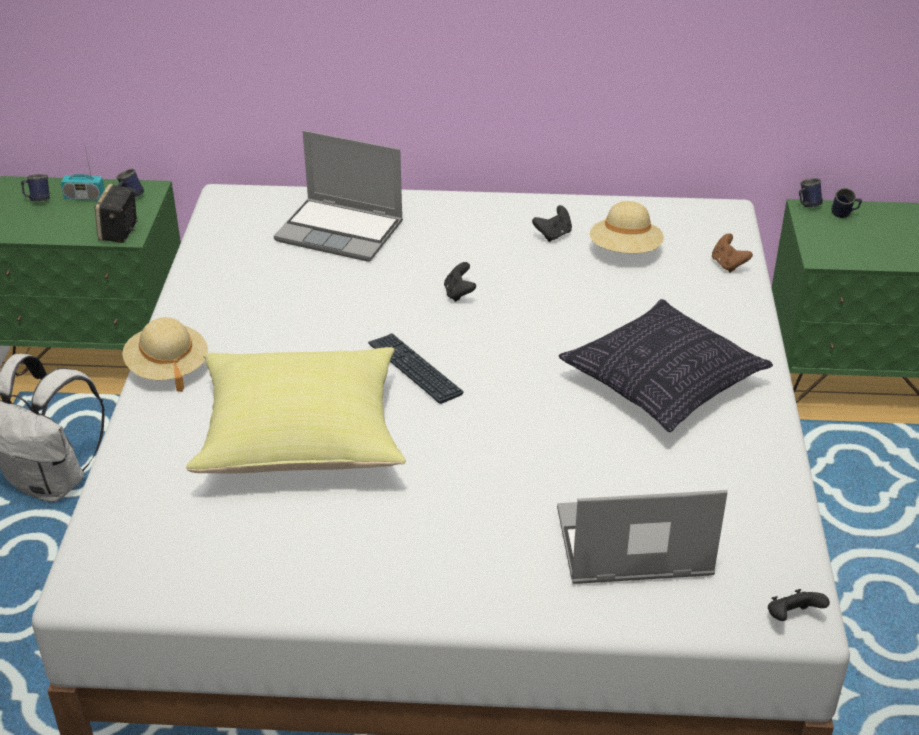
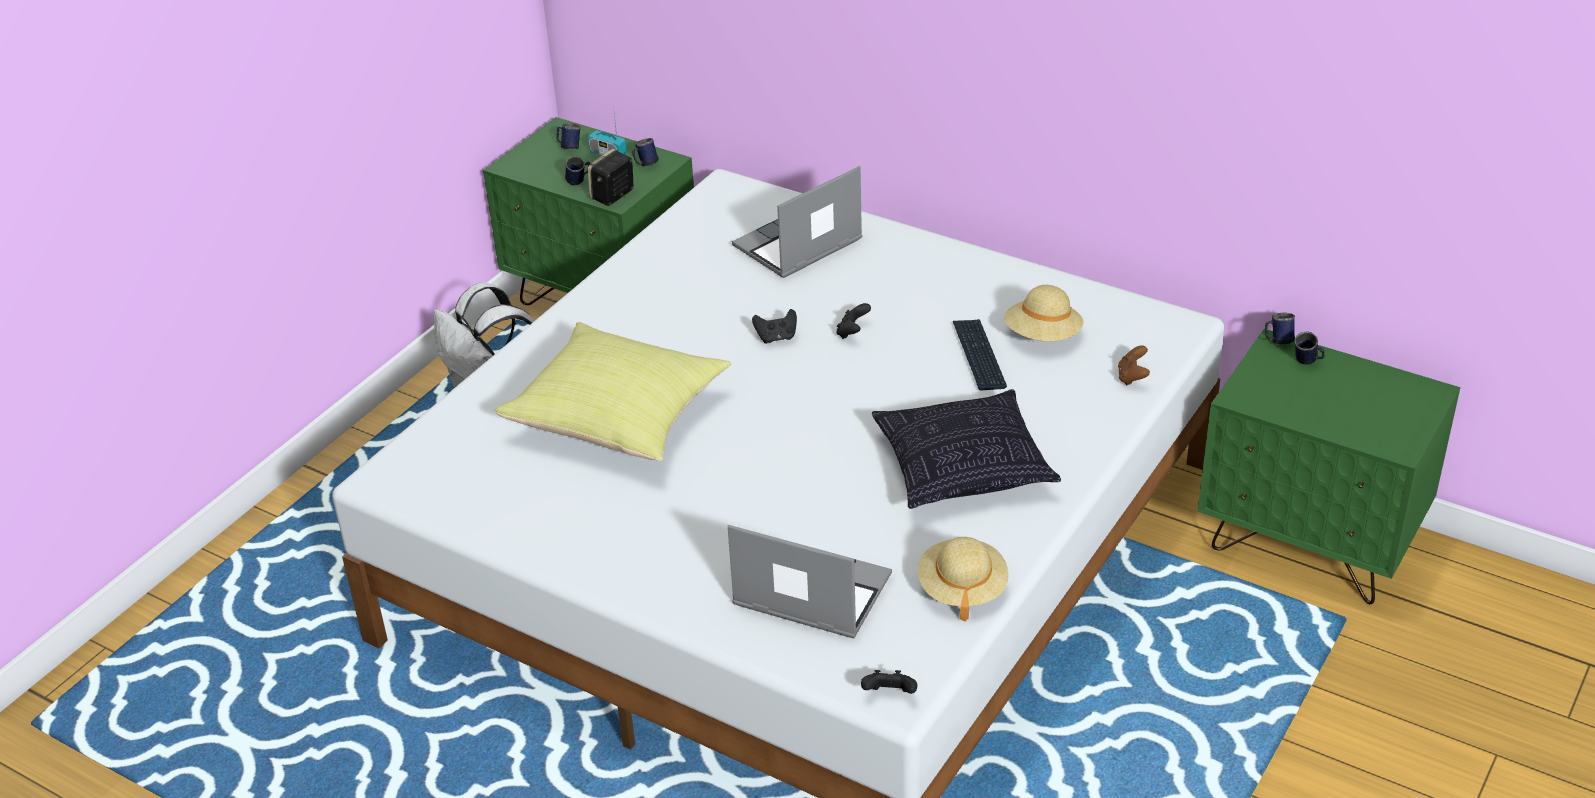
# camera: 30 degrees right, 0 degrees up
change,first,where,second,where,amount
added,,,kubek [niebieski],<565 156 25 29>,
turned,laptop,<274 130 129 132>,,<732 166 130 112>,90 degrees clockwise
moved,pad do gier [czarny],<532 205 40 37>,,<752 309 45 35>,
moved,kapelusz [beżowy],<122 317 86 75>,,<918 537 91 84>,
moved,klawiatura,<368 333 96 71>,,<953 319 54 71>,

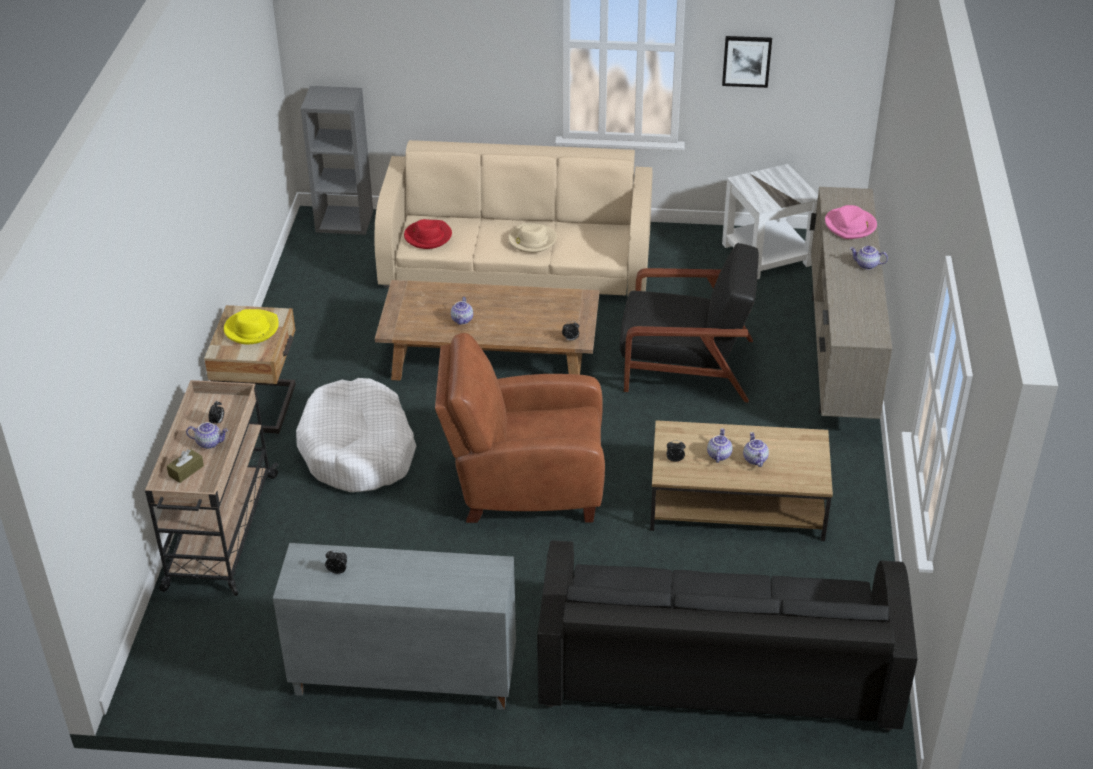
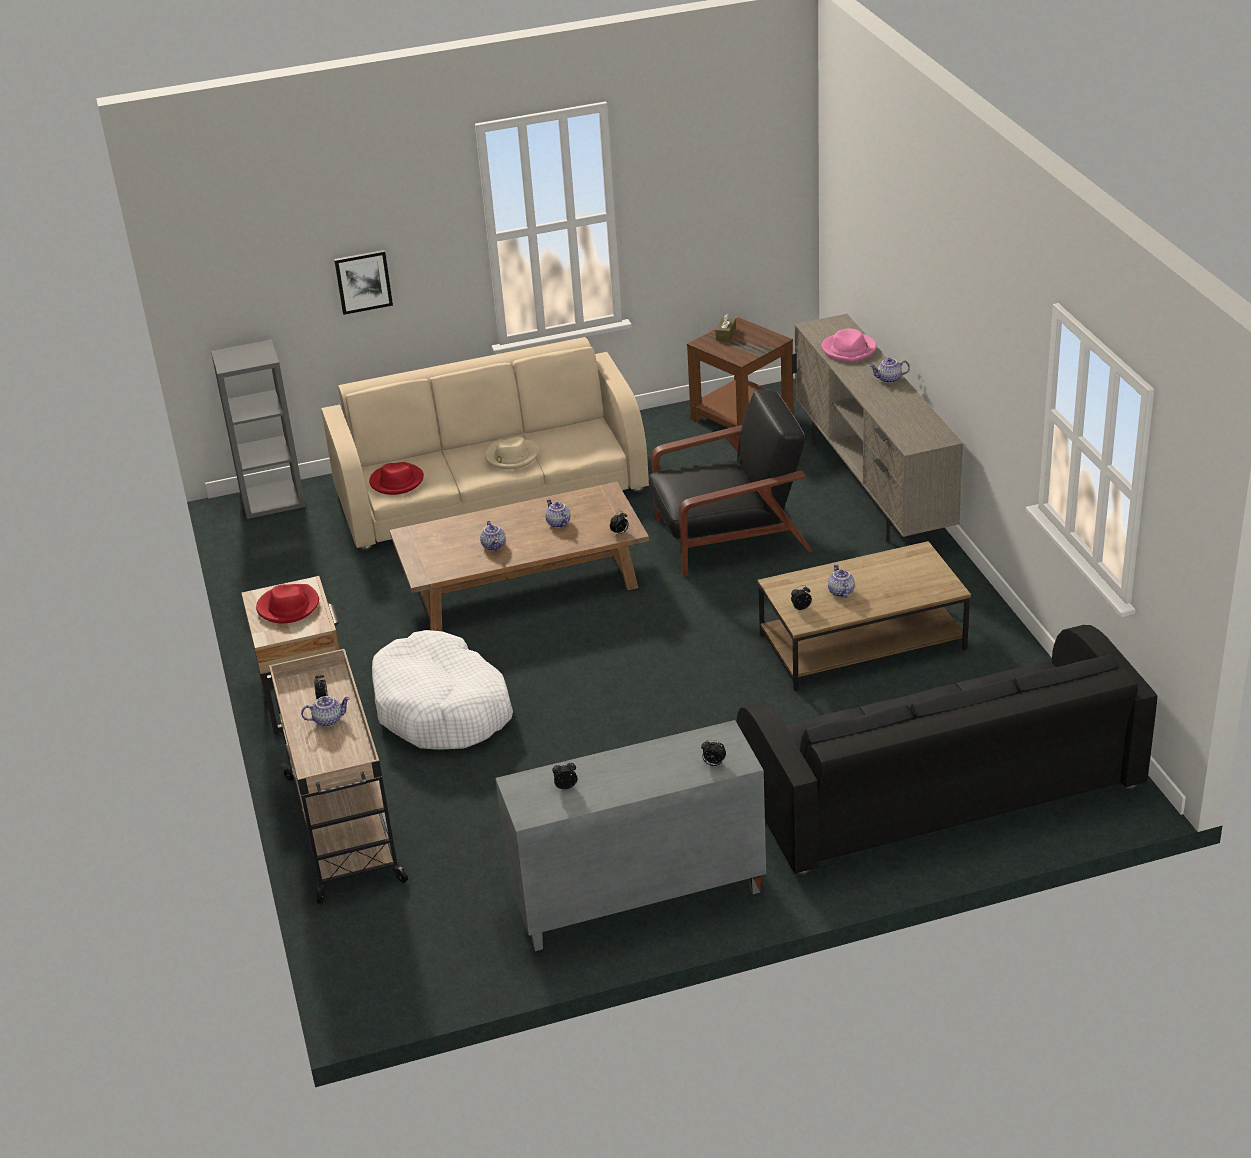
# camera: 20 degrees left, 5 degrees down
change,first,where,second,where,amount
recoloured,kapelusz [żółty],<224 309 55 35>,kapelusz [czerwony],<256 584 63 39>,
moved,obraz,<722 36 50 52>,,<334 250 59 65>,
moved,imbryk,<743 432 26 35>,,<545 499 25 29>,
recoloured,stolik [biały],<722 164 96 115>,stolik [brązowy],<687 317 107 111>,
added,,,budzik,<701 740 25 26>,
moved,pudełko chusteczek [brązowy],<167 449 37 34>,,<715 314 21 28>,
removed,fotel [brązowy],<435 333 170 190>,,,

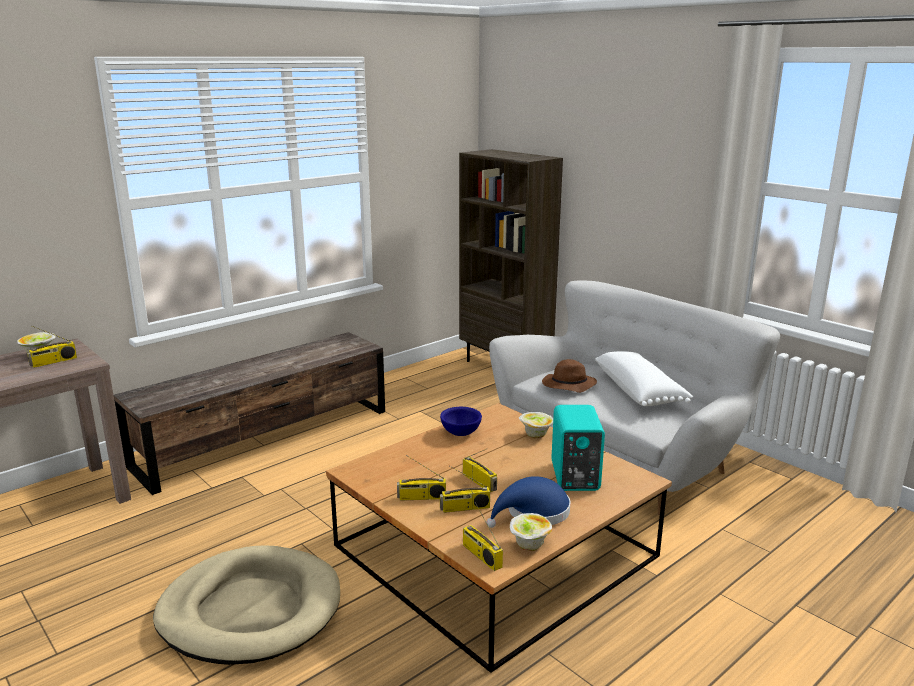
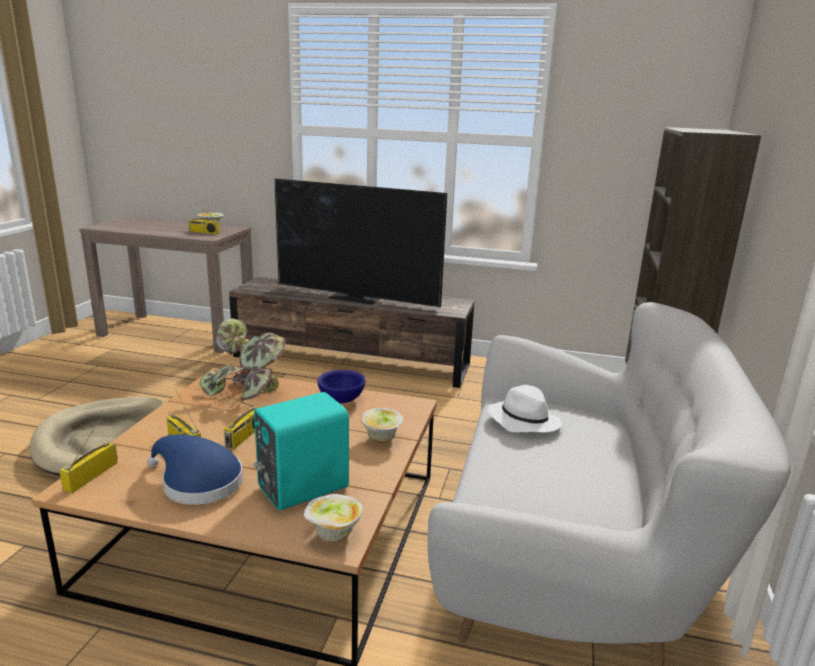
# camera: 55 degrees right, 0 degrees up
change,first,where,second,where,amount
added,,,roślina doniczkowa,<199 319 87 82>,
added,,,telewizor,<274 178 173 129>,
moved,miska,<510 513 42 38>,,<304 494 59 49>,
recoloured,kapelusz [brązowy],<542 359 55 34>,kapelusz [biały],<488 385 74 48>,
removed,radio,<397 455 49 46>,,,
removed,poduszka [biały],<595 351 98 55>,,,

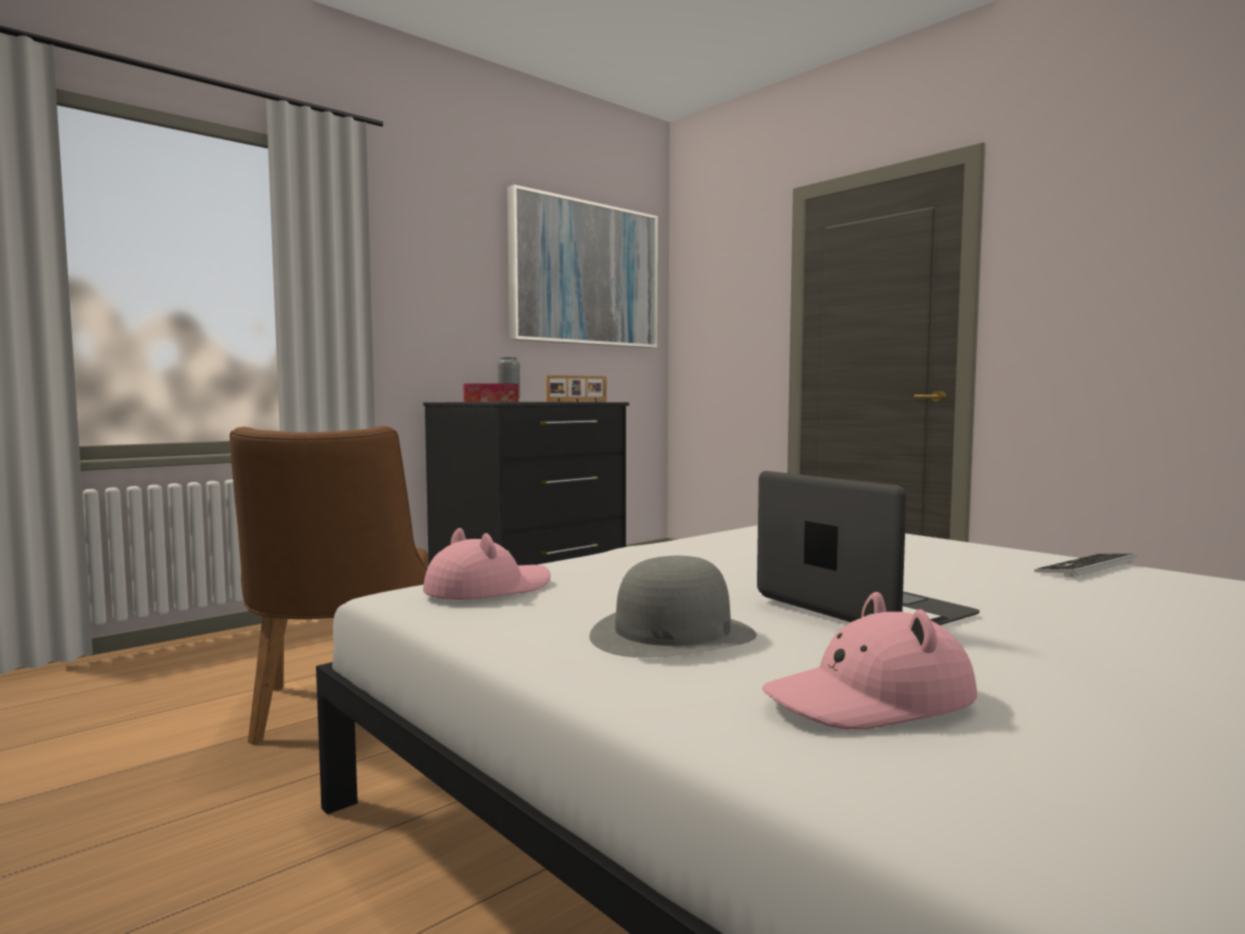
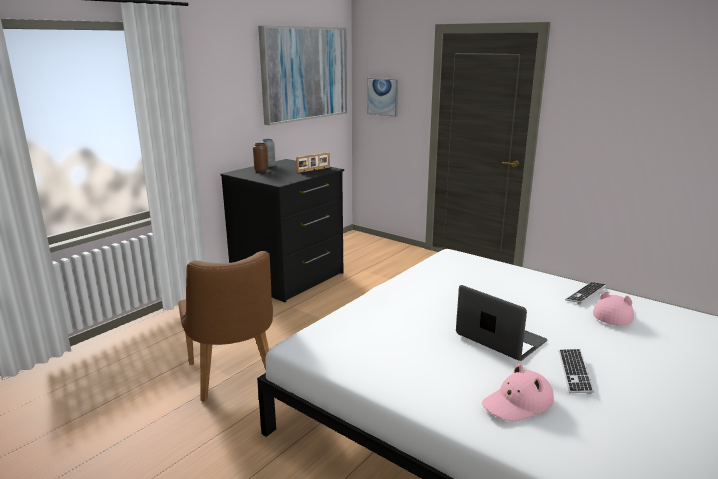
# camera: 10 degrees left, 15 degrees up
change,first,where,second,where,amount
replaced,pudełko chusteczek,<463 383 56 19>,wazon [brązowy],<253 143 15 29>,
added,,,obraz,<367 78 31 39>,
added,,,klawiatura,<559 349 35 45>,
moved,kapelusz [różowy],<423 528 128 72>,,<593 291 41 34>,
removed,kapelusz [szary],<589 556 168 102>,,,

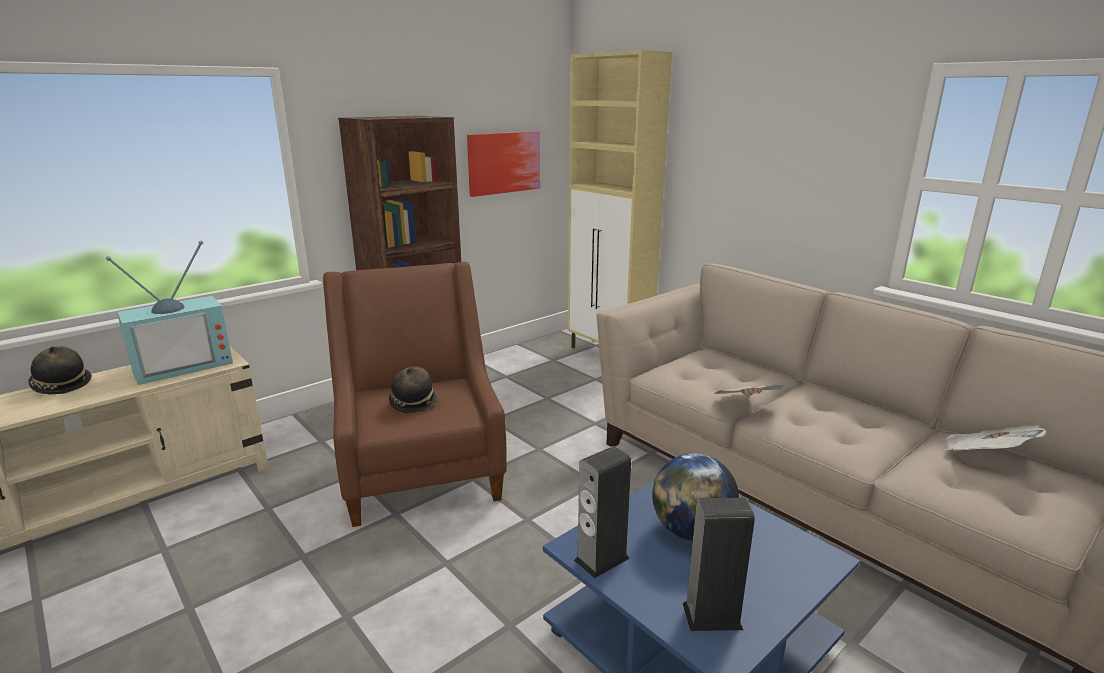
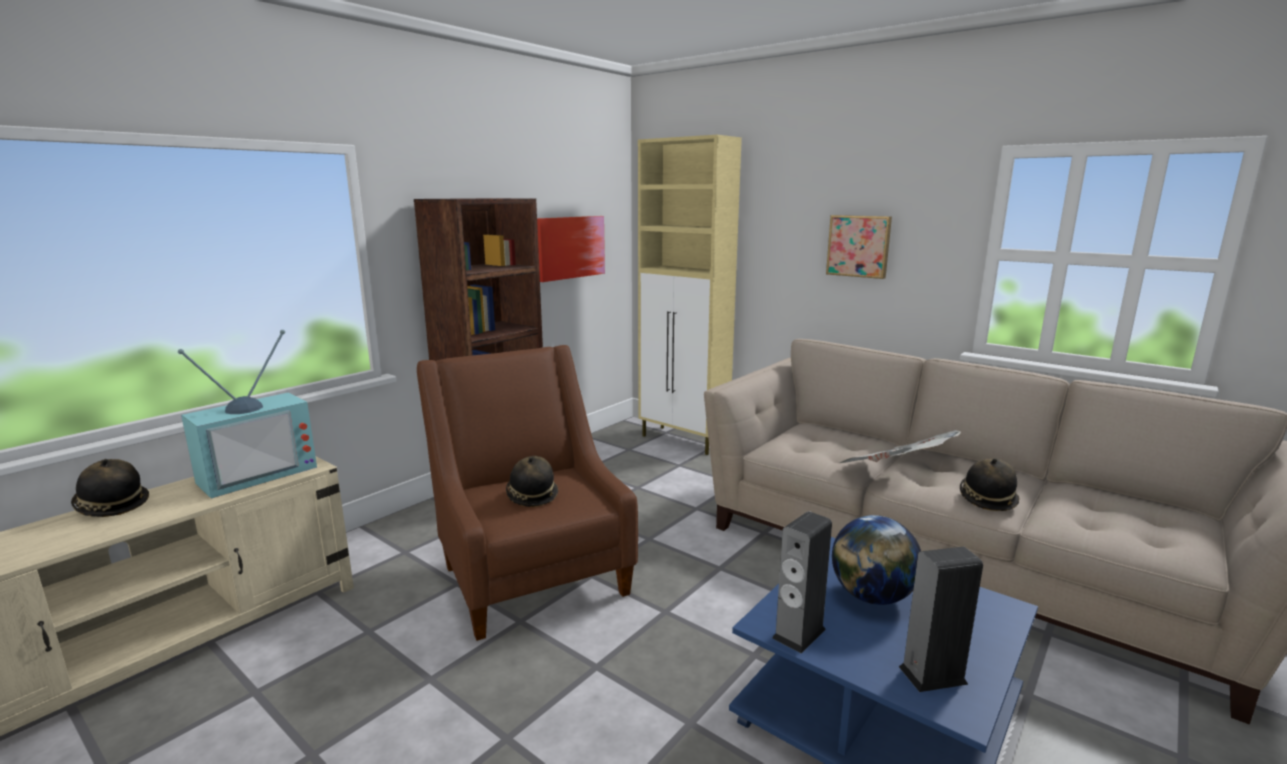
# camera: 10 degrees left, 5 degrees down
change,first,where,second,where,amount
added,,,obraz,<826 215 66 64>,
moved,gazeta,<943 425 103 25>,,<890 430 71 27>,
added,,,kapelusz,<960 458 60 53>,

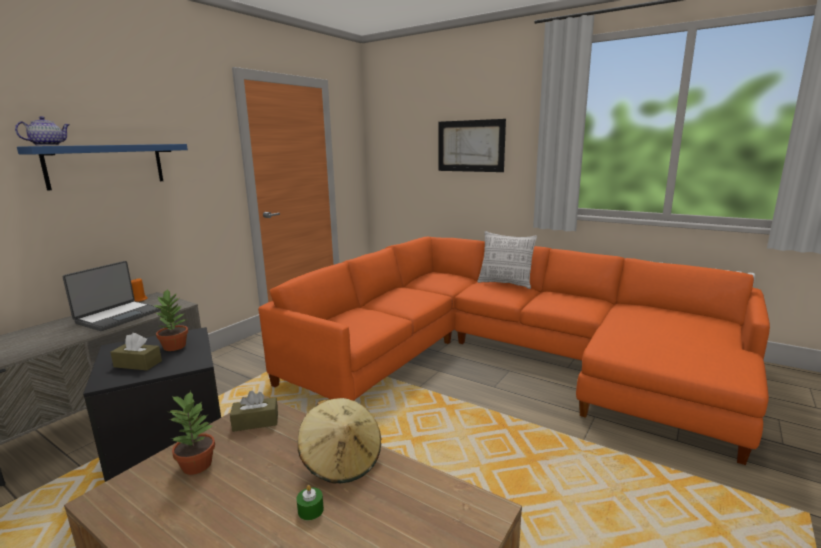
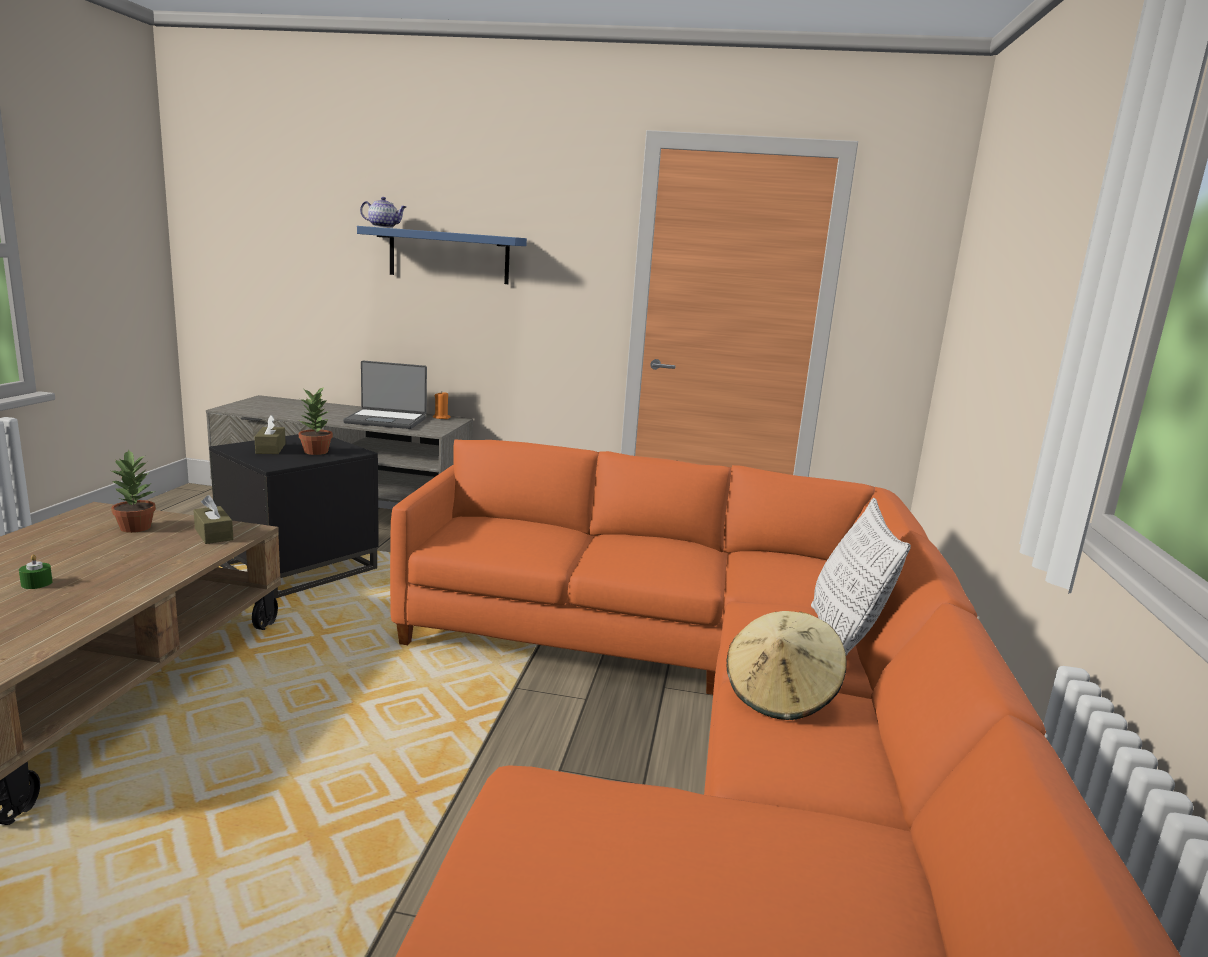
# camera: 65 degrees right, 0 degrees up
change,first,where,second,where,amount
moved,kapelusz [beżowy],<298 398 84 85>,,<726 611 121 109>,
removed,obraz,<439 119 67 53>,,,

